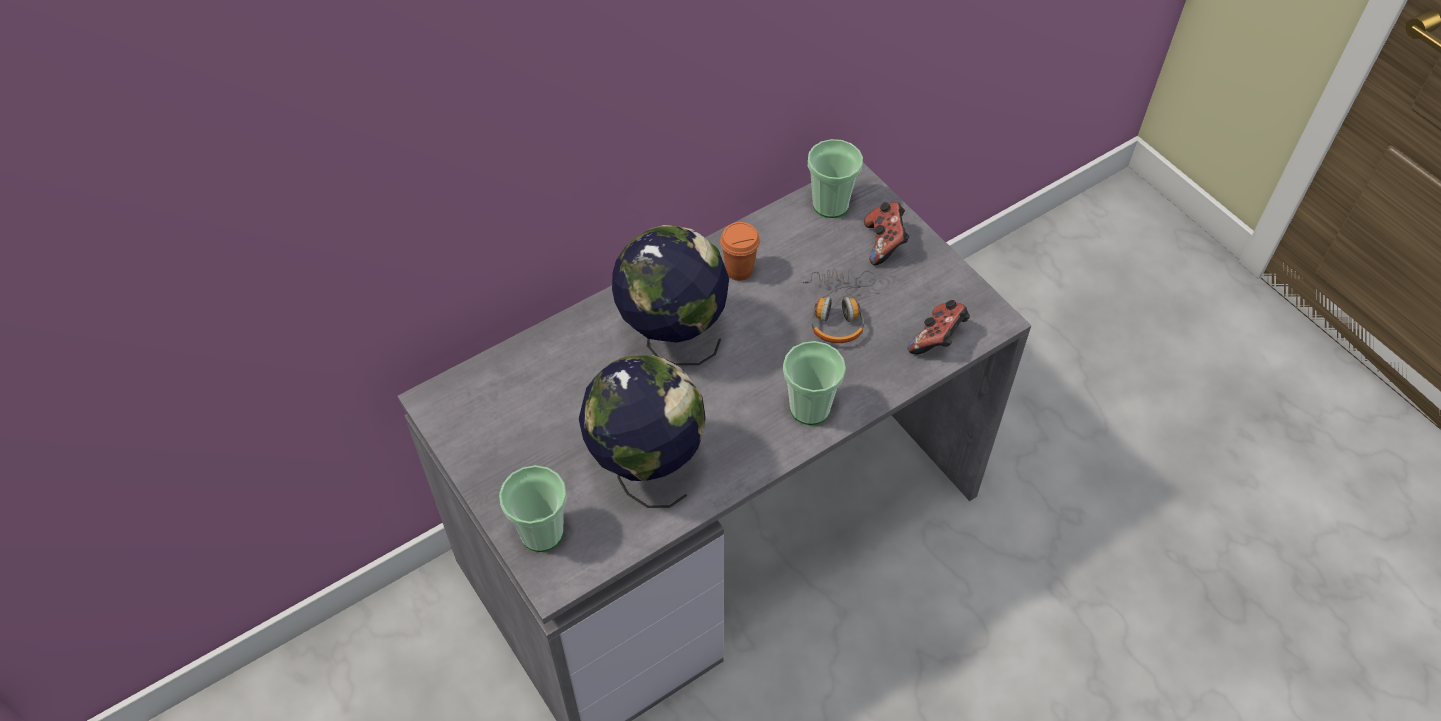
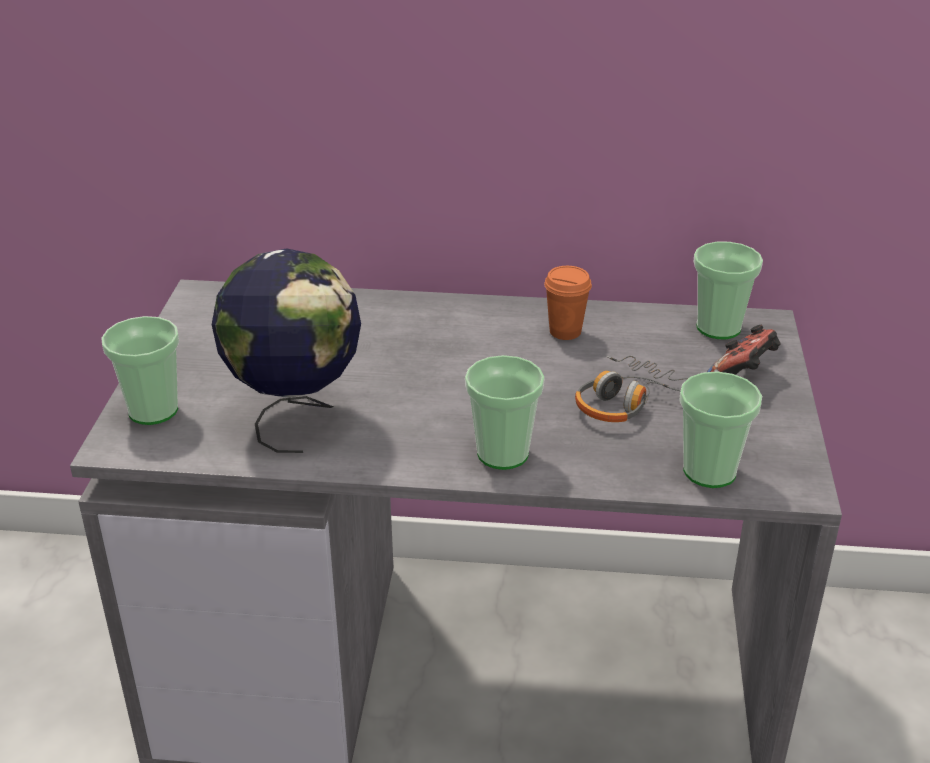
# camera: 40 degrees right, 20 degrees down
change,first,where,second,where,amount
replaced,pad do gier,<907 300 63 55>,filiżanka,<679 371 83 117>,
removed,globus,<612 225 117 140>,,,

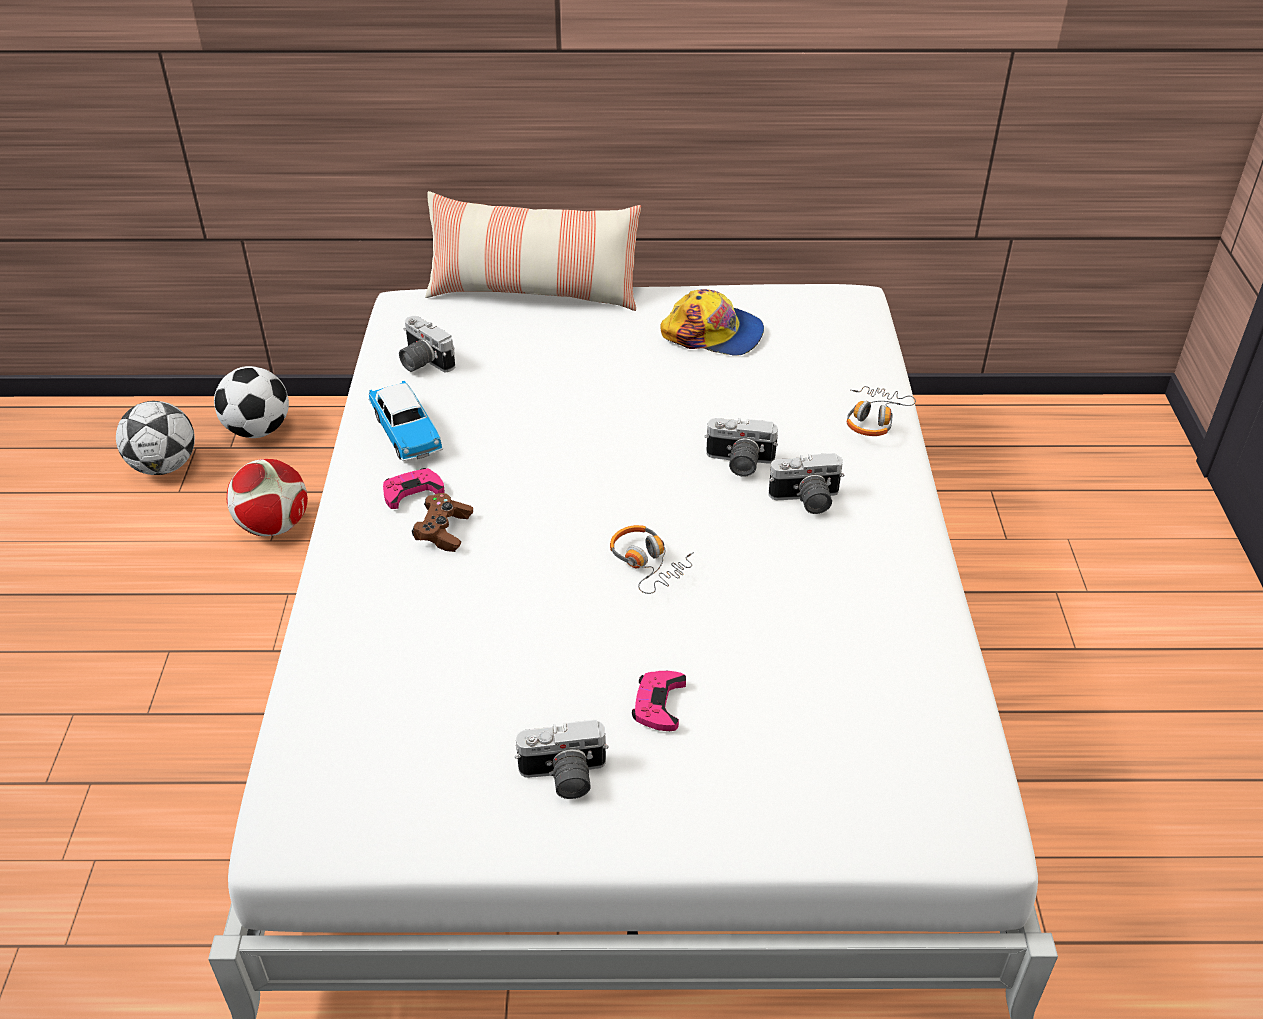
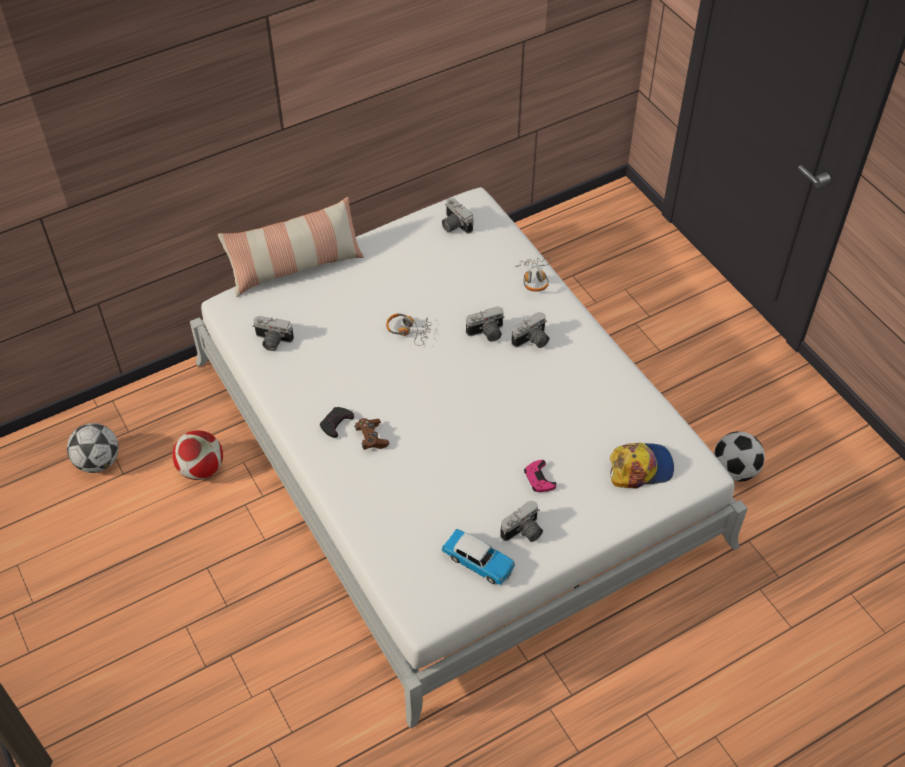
# camera: 30 degrees left, 10 degrees up
change,first,where,second,where,amount
recoloured,pad do gier [różowy],<383 468 62 41>,pad do gier [czarny],<320 407 34 31>,
moved,słuchawki,<610 525 84 69>,,<386 313 46 33>,
moved,samochodzik,<369 381 74 80>,,<441 528 74 58>,
added,,,aparat fotograficzny,<442 198 32 36>,
moved,czapka z daszkiem,<660 289 104 67>,,<610 443 64 45>,
moved,piłka futbolowa,<214 366 75 72>,,<714 432 51 49>,

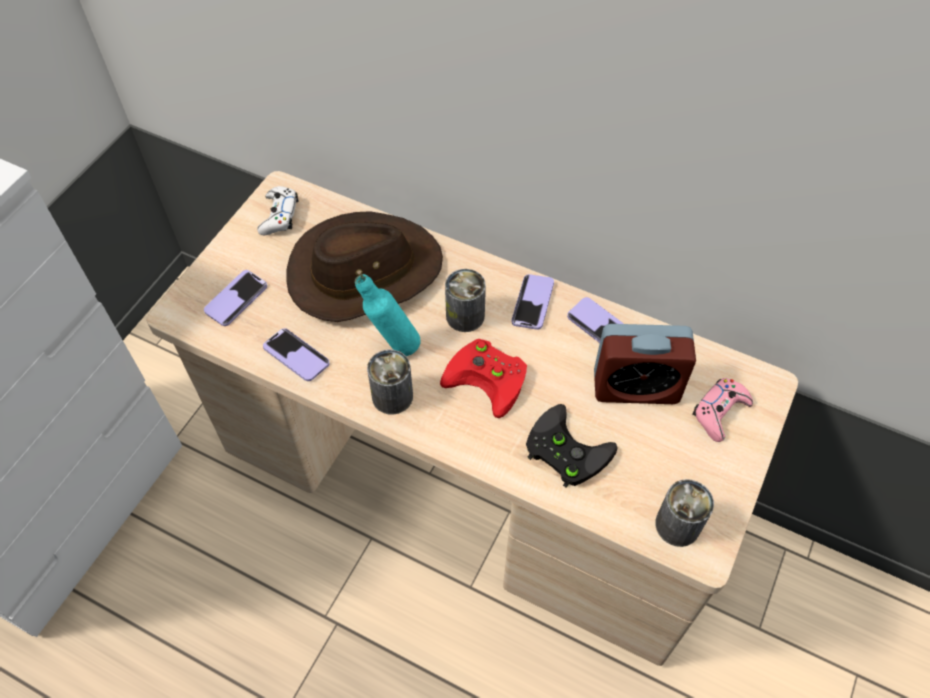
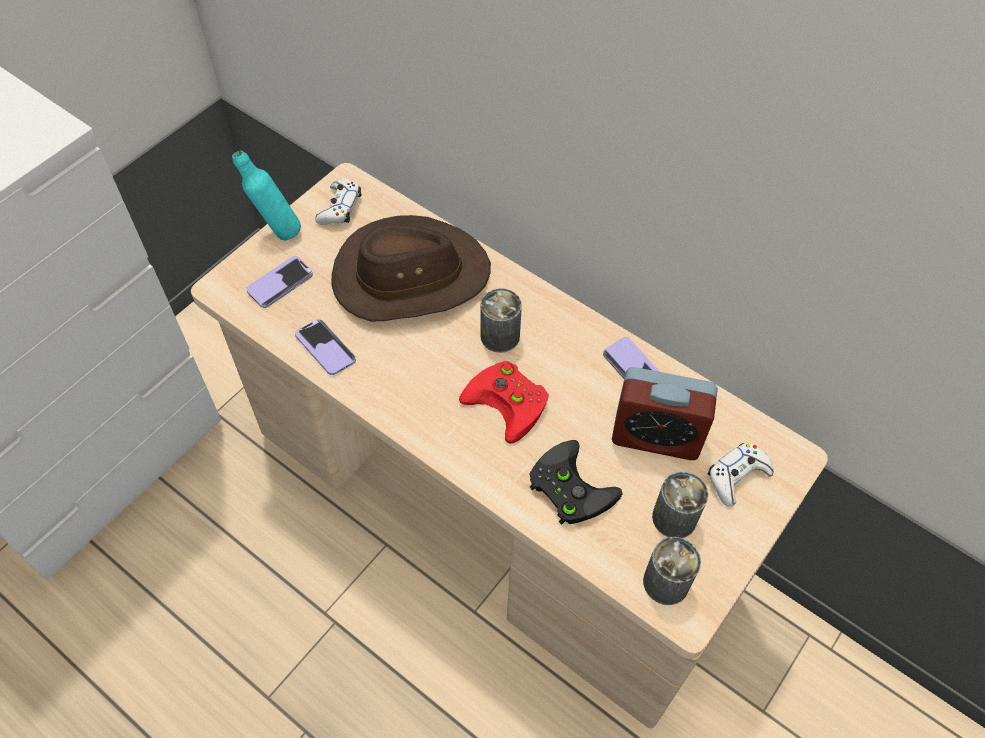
# camera: 10 degrees right, 0 degrees up
change,first,where,second,where,amount
moved,butelka [turkusowy],<355 274 66 82>,,<232 150 69 90>,
moved,puszka,<367 349 46 66>,,<652 471 56 67>,
recoloured,pad do gier [różowy],<692 378 61 64>,pad do gier [biały],<708 442 66 65>,
removed,telefon,<511 274 43 56>,,,

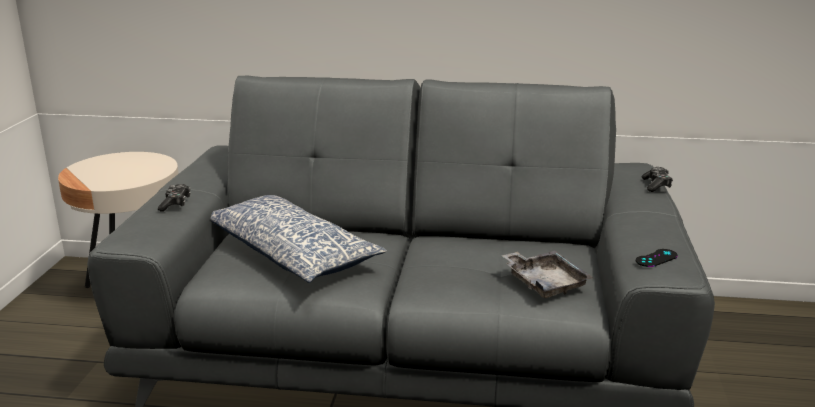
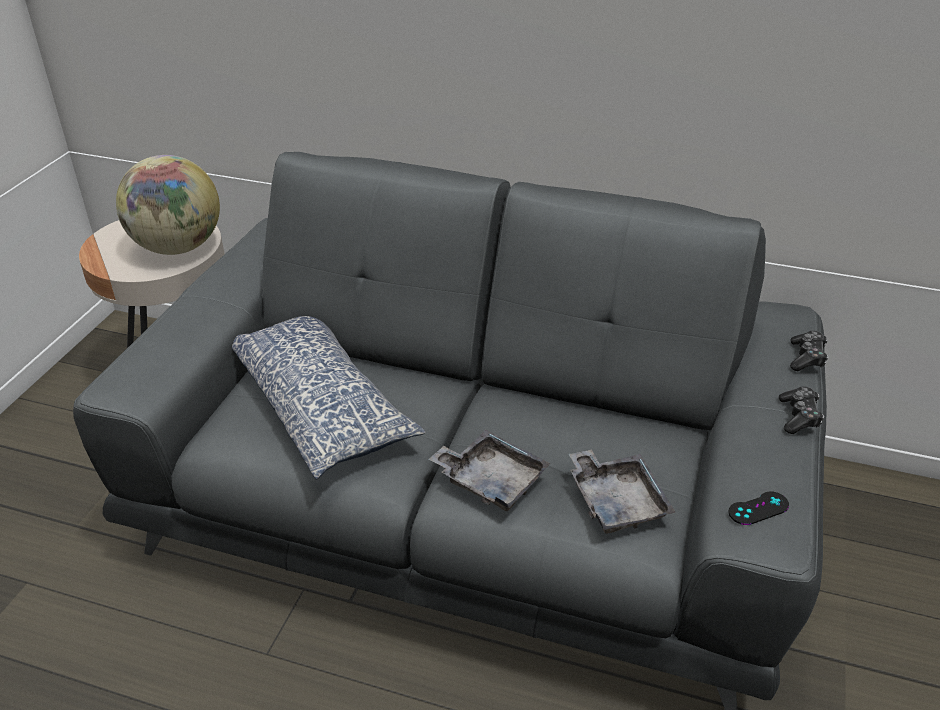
# camera: 10 degrees right, 15 degrees up
change,first,where,second,where,amount
added,,,globus,<116 155 104 100>,
added,,,taca [szary],<429 430 121 81>,
moved,pad do gier,<158 184 32 28>,,<779 386 45 48>,

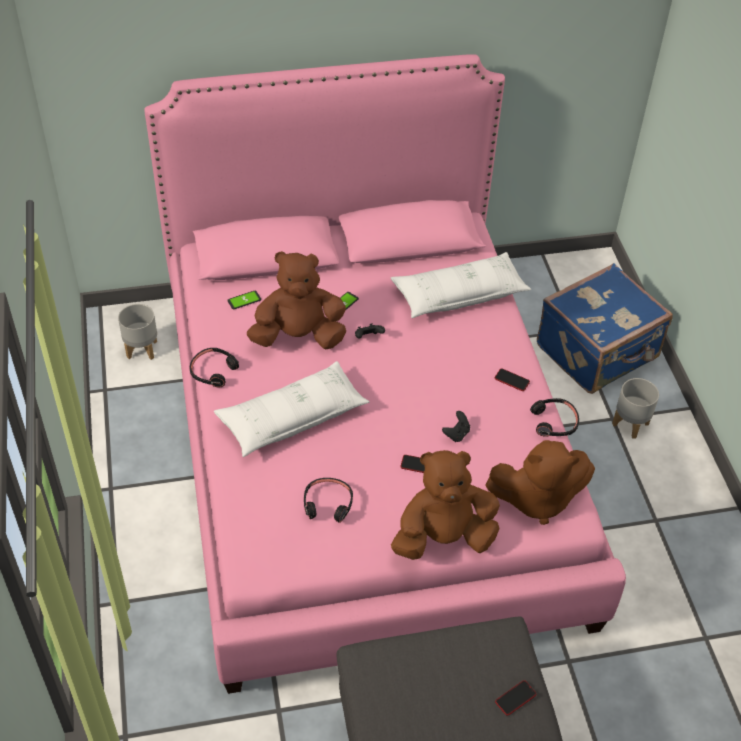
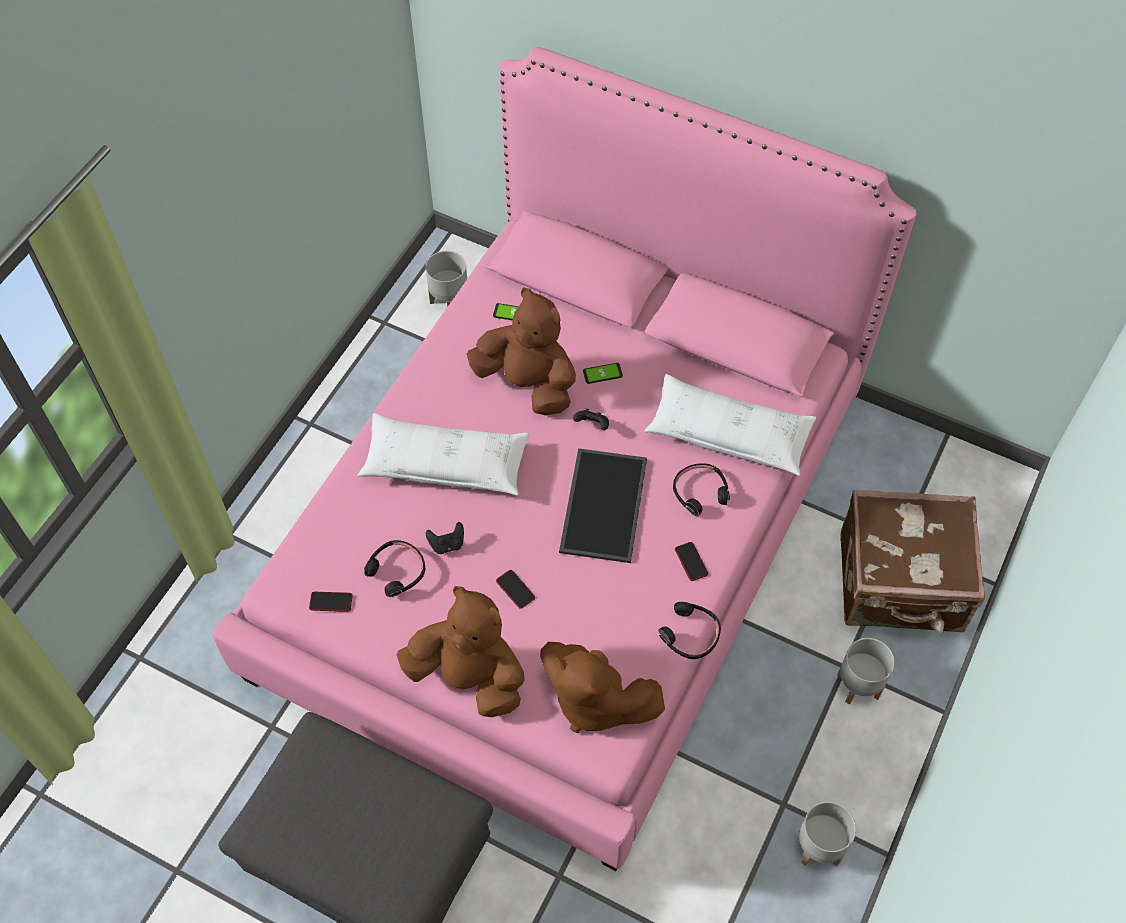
# camera: 40 degrees right, 10 degrees up
change,first,where,second,where,amount
moved,telefon,<495 680 41 36>,,<309 592 44 20>,
moved,pad do gier [czarny],<442 411 28 31>,,<426 522 38 32>,
added,,,taca,<559 448 88 115>,
moved,słuchawki [czarny],<190 348 49 39>,,<673 463 57 53>,
added,,,donica [szary],<799 802 57 65>,
recoloured,walizka [niebieski],<537 263 136 131>,walizka [brązowy],<841 490 144 143>,

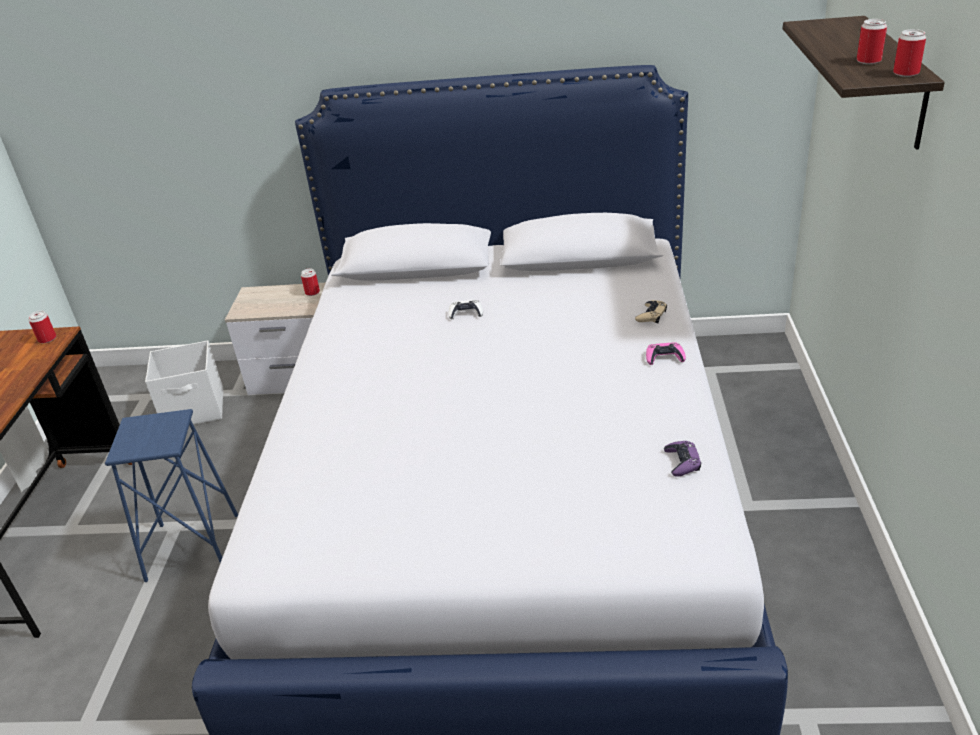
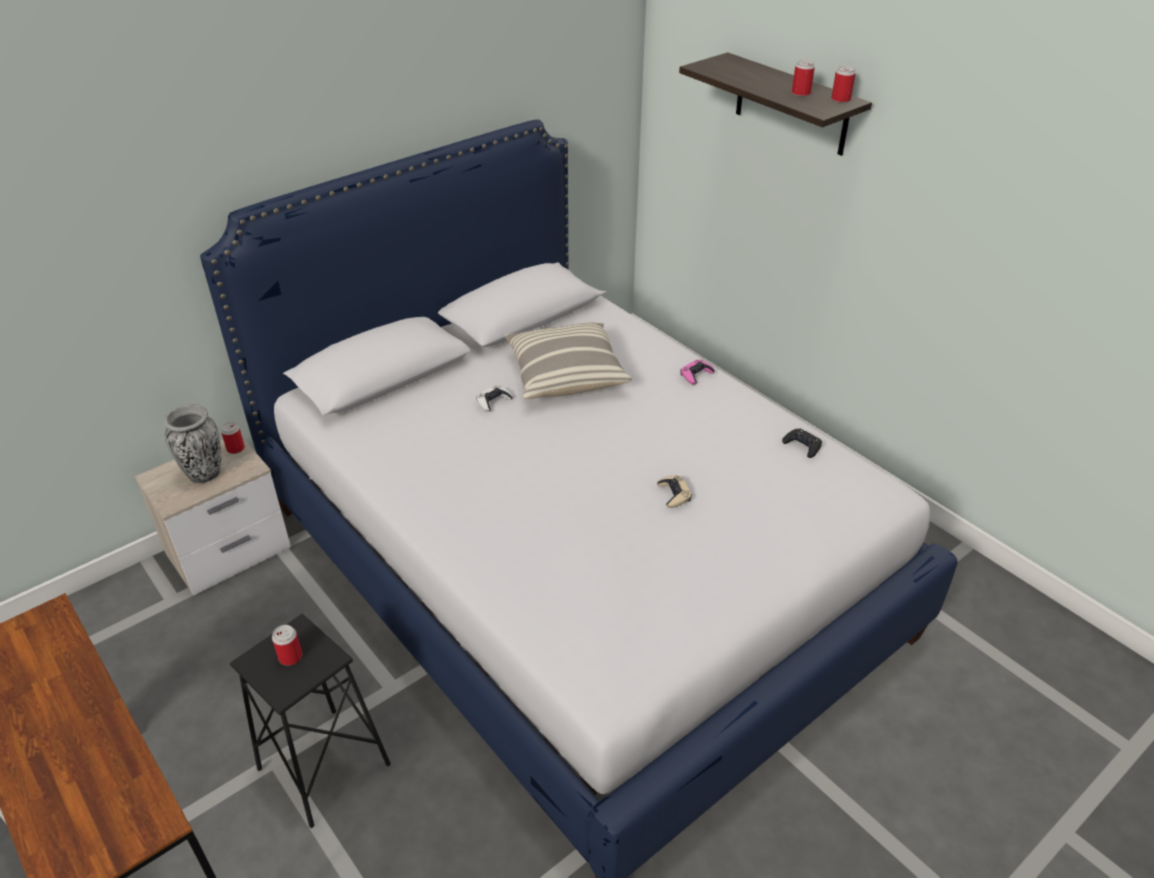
# camera: 45 degrees left, 5 degrees up
change,first,where,second,where,amount
added,,,wazon,<164 404 58 79>,
recoloured,stołek [niebieski],<105 409 133 173>,stołek [czarny],<230 614 161 214>,
moved,puszka,<29 311 27 32>,,<272 625 30 41>,
added,,,poduszka,<505 322 127 77>,
moved,pad do gier [beżowy],<635 300 32 23>,,<657 475 35 33>,
recoloured,pad do gier [fioletowy],<664 441 37 36>,pad do gier [czarny],<782 429 40 29>,
removed,pojemnik do przechowywania [biały],<145 340 78 86>,,,

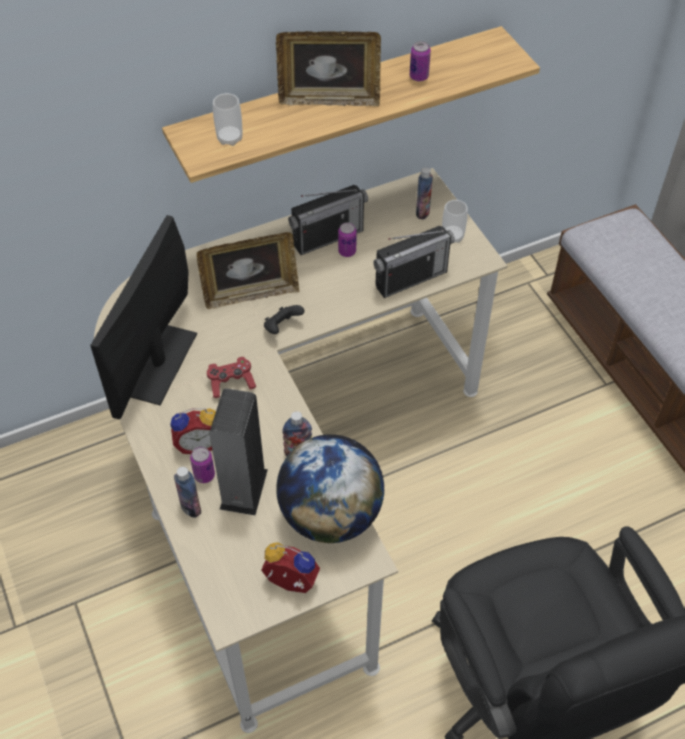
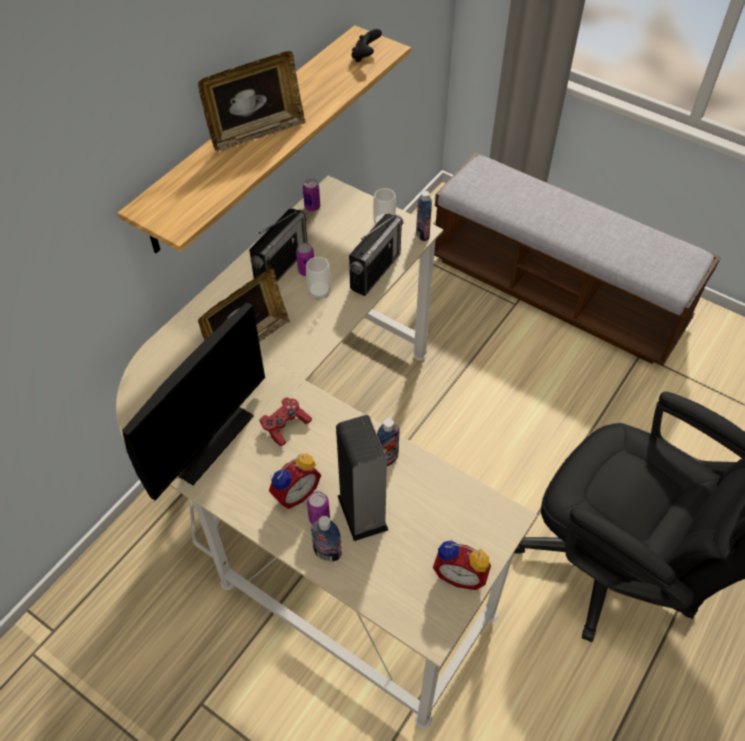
# camera: 30 degrees left, 0 degrees up
change,first,where,second,where,amount
turned,monitor,<90 215 107 204>,,<122 303 143 198>,135 degrees counterclockwise
moved,puszka,<410 41 21 40>,,<303 179 17 32>,
moved,filiżanka,<213 93 29 53>,,<306 257 25 43>,
moved,pad do gier [czarny],<264 305 40 29>,,<351 29 31 33>,
moved,butelka,<416 167 17 53>,,<416 191 16 50>,
turned,budzik,<261 543 59 50>,,<433 540 58 50>,150 degrees counterclockwise
removed,globus,<276 434 108 109>,,,

